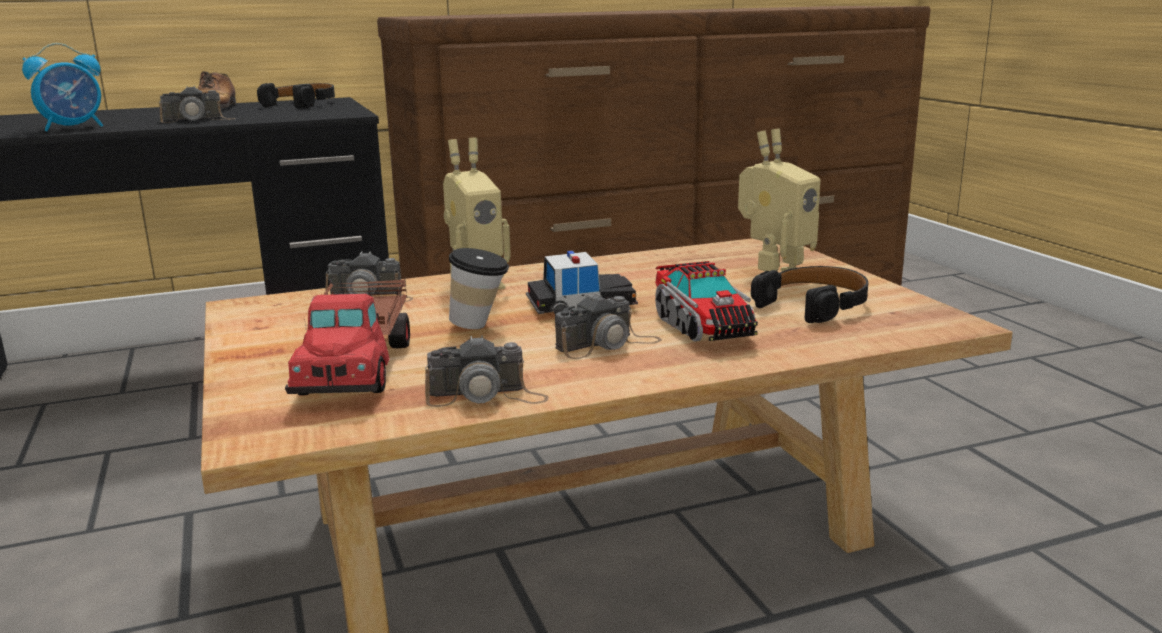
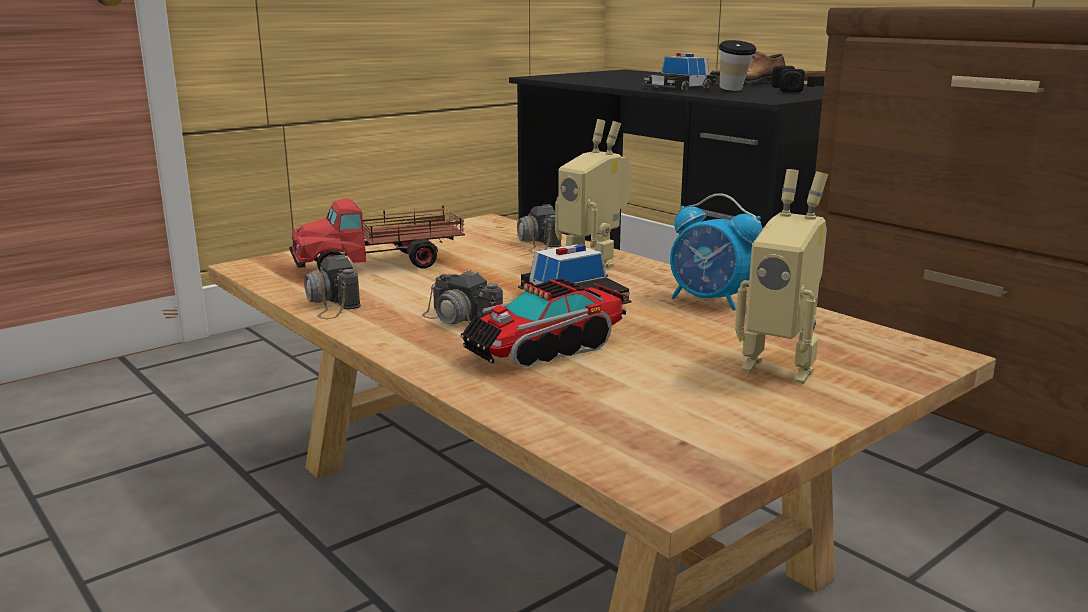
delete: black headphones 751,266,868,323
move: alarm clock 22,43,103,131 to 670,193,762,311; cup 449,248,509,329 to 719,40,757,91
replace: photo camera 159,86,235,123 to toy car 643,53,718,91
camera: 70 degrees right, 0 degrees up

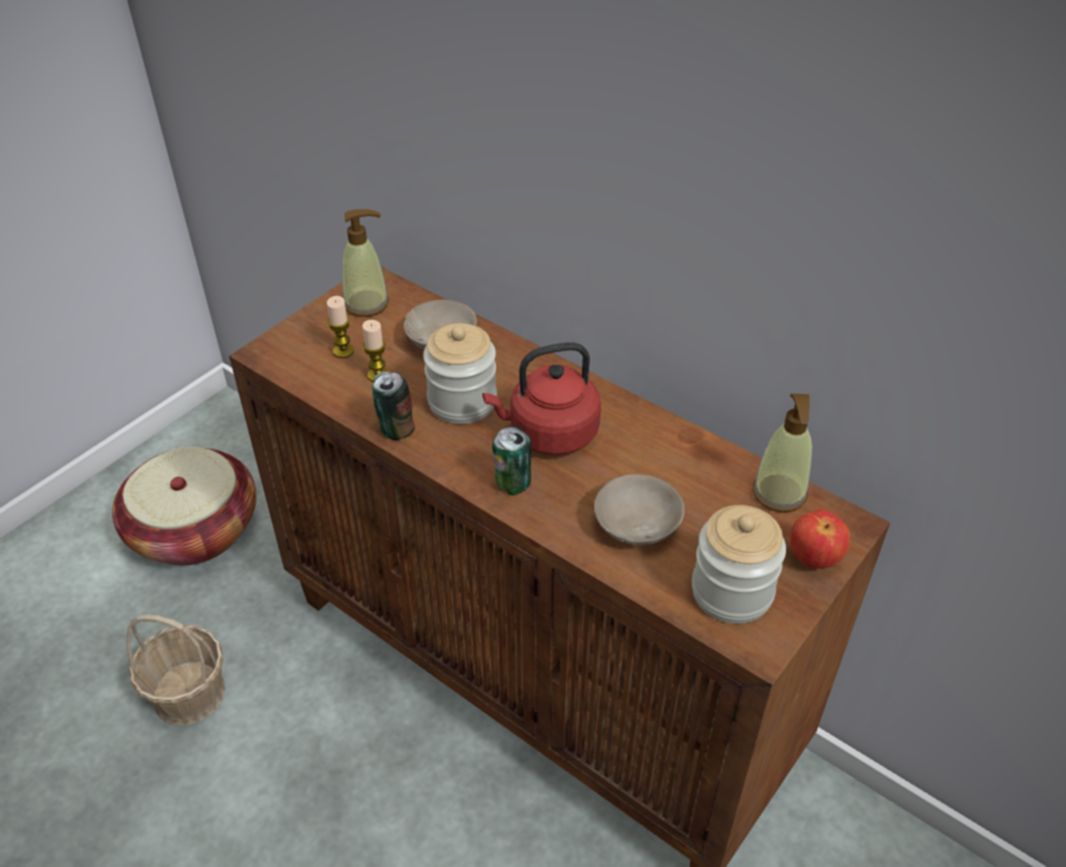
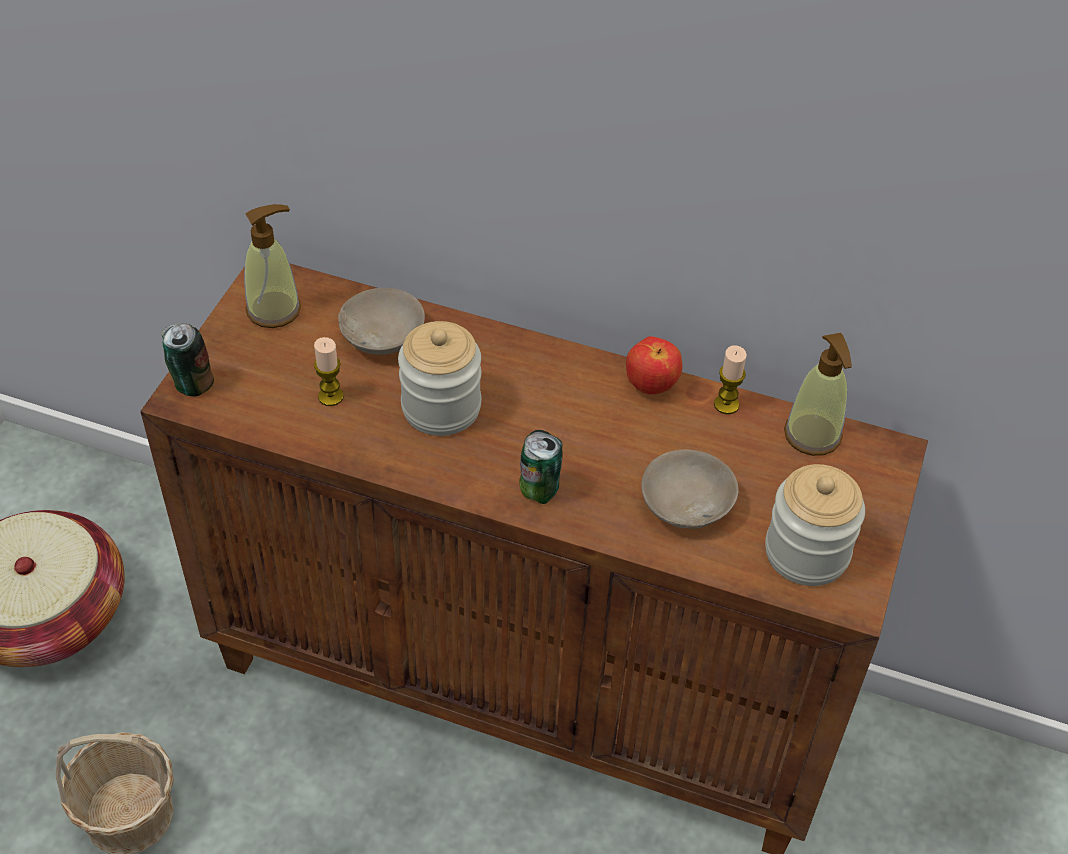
delete: red kettle 482,342,601,455
move: candle 327,296,354,358 to 714,345,747,414; can 372,371,415,440 to 162,323,214,397; apple 790,509,850,569 to 626,336,683,394
camera: 20 degrees left, 5 degrees up

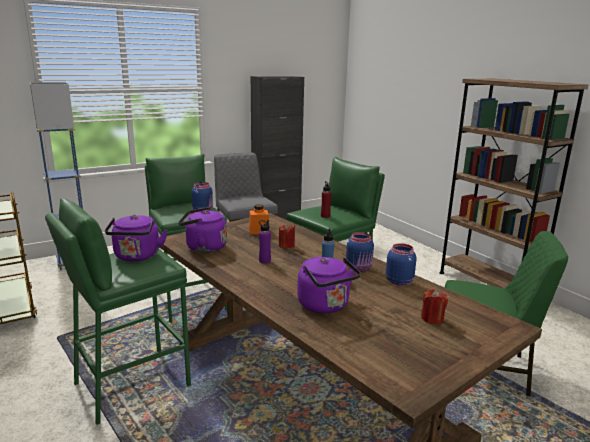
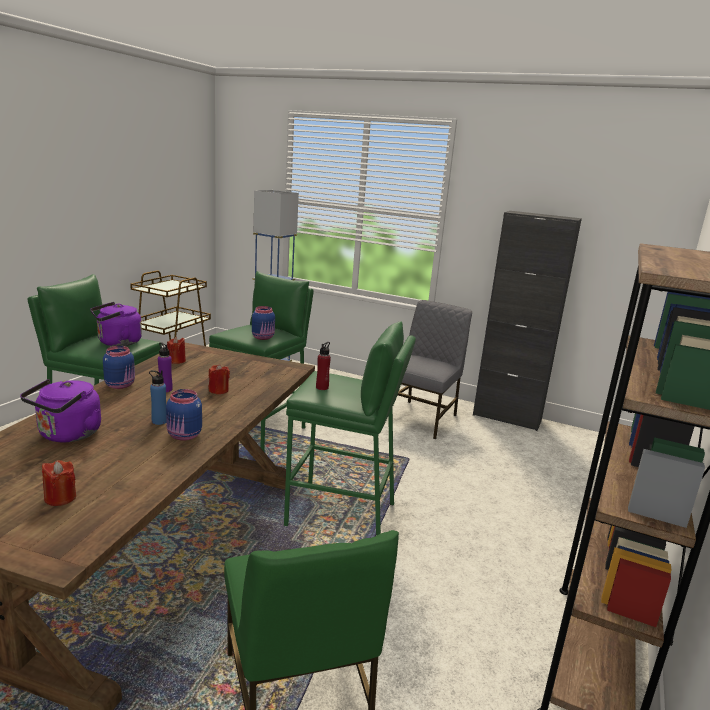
delete: orange jar 249,204,269,234
move: blue jar 386,243,417,286 to 103,346,135,389
replace: purple kettle 178,207,227,253 to red candle 167,337,186,364
camera: 55 degrees right, 0 degrees up

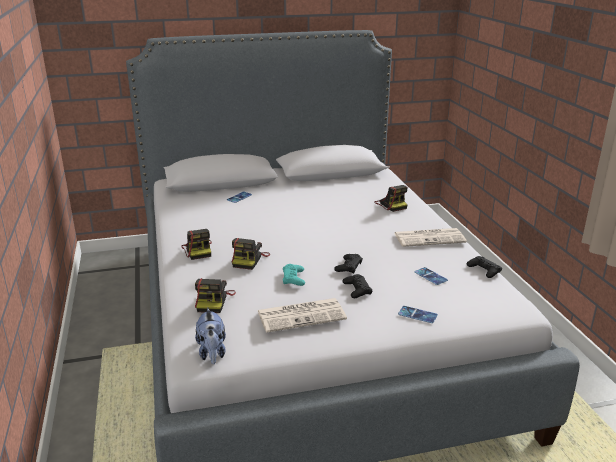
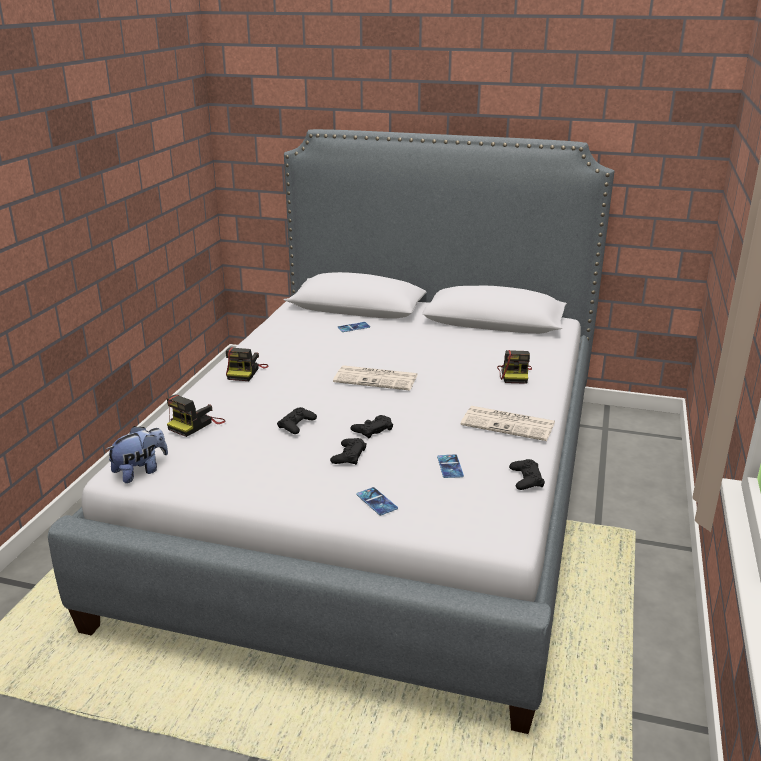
delete: photo camera 232,238,270,270
move: newspaper 258,298,347,333 to 333,365,417,391
recolor: turquoise game controller 283,264,305,286 to black game controller 277,407,317,434
rotate: plush toy 195,308,226,364 = 105,426,168,483 150 degrees counterclockwise
camera: 30 degrees right, 0 degrees up

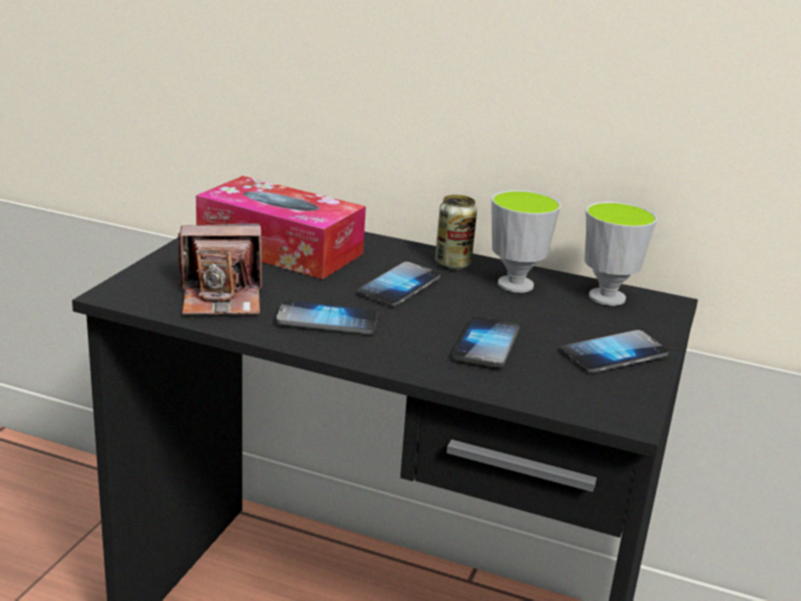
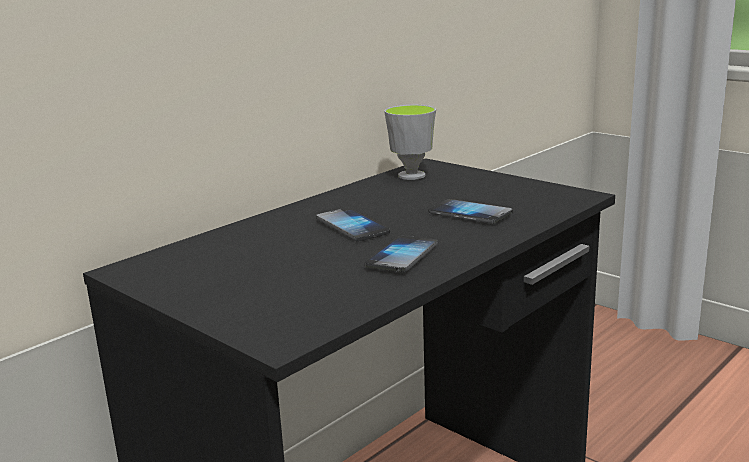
delete: photo camera 178,224,262,315; tissue box 196,176,366,279; can 435,195,477,270; cup 491,190,561,293; phone 560,330,669,374
camera: 65 degrees left, 5 degrees down

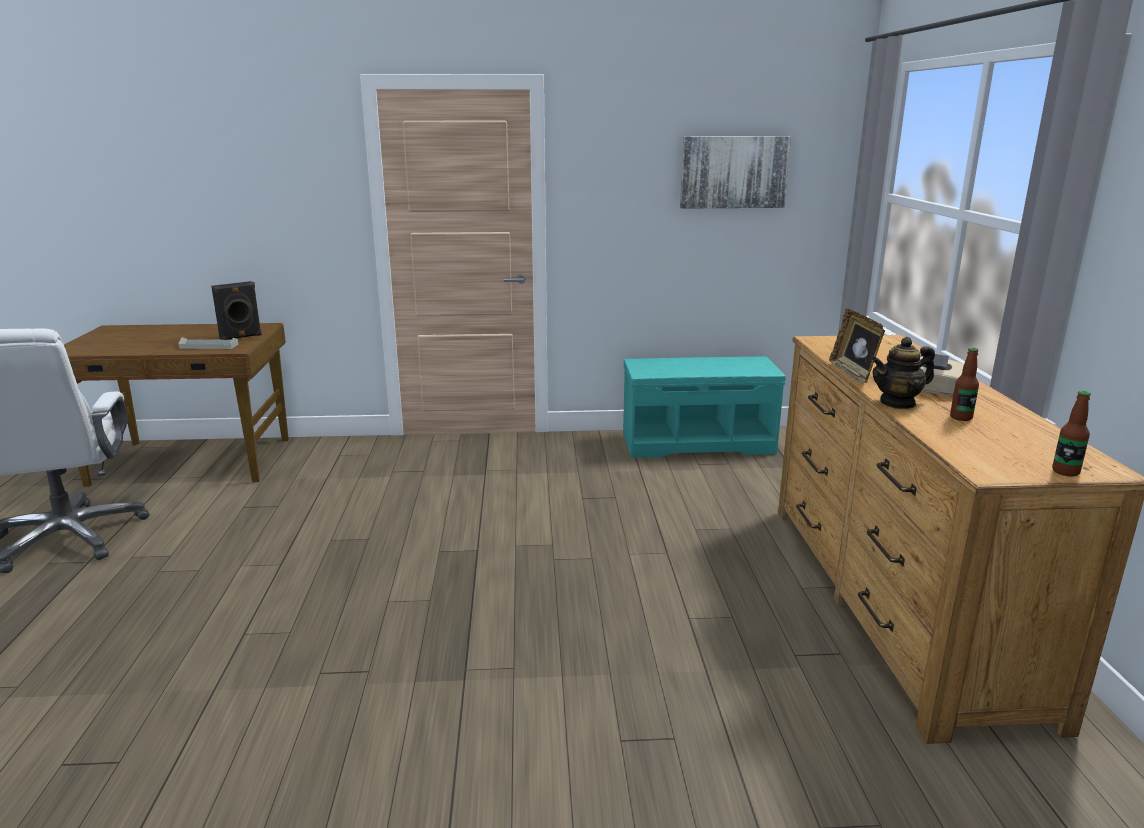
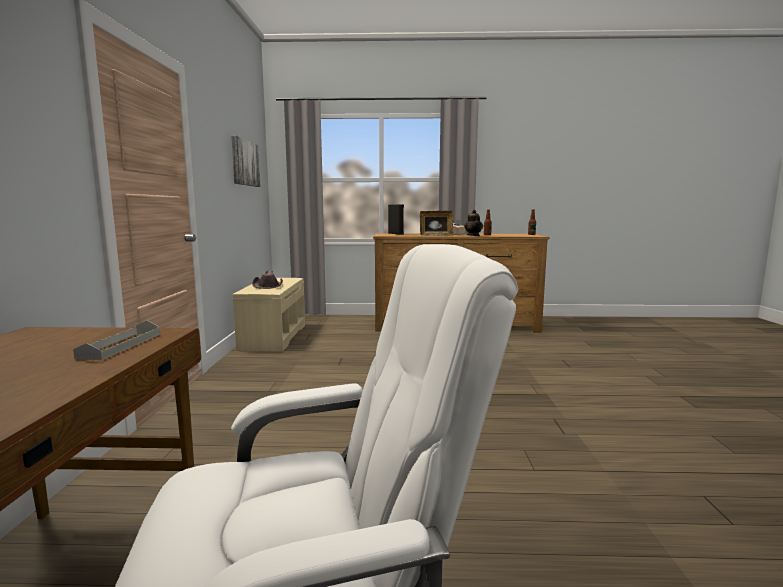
insert: brown hat 252,271,283,289
move: black speaker 211,281,262,340 to 388,204,404,235
recolor: turquoise bench 623,357,786,458 to beige bench 233,278,305,352
camera: 85 degrees left, 10 degrees down

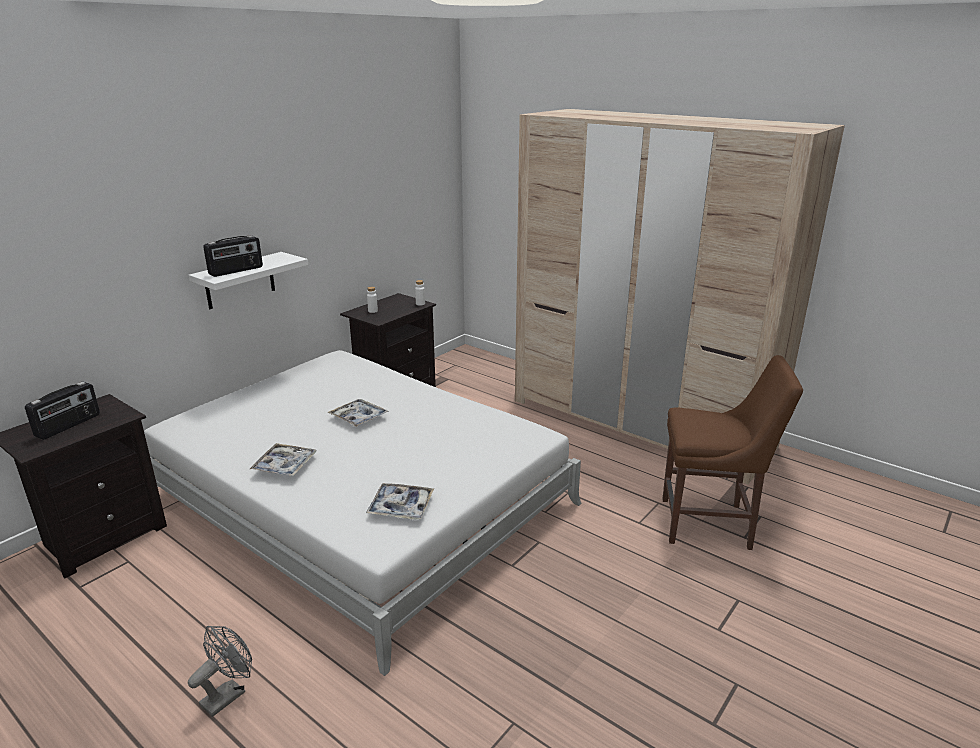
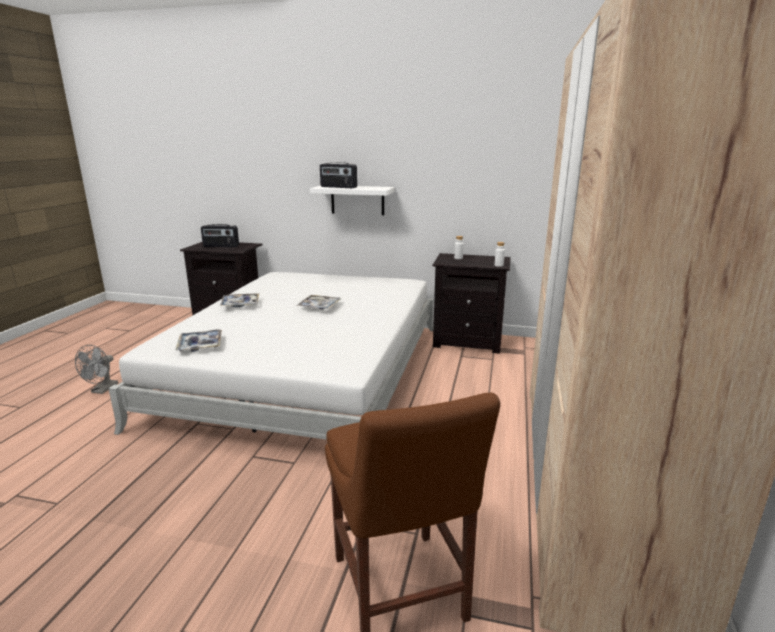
rotate: grey fan 188,626,252,717 = 75,345,118,394 90 degrees clockwise
camera: 65 degrees right, 5 degrees down

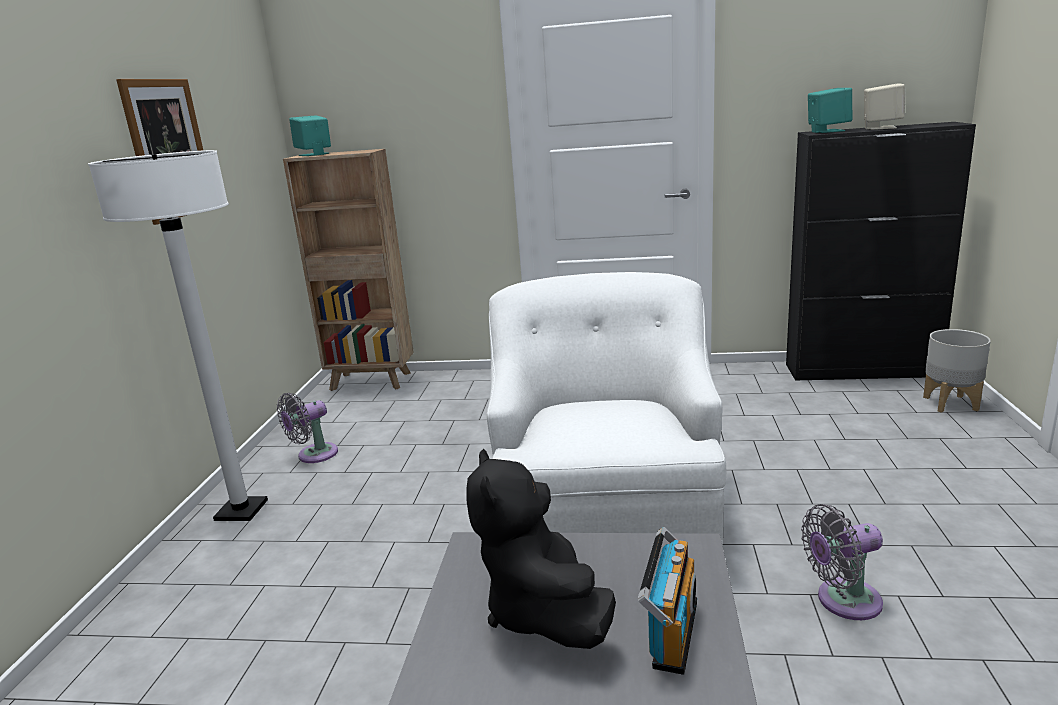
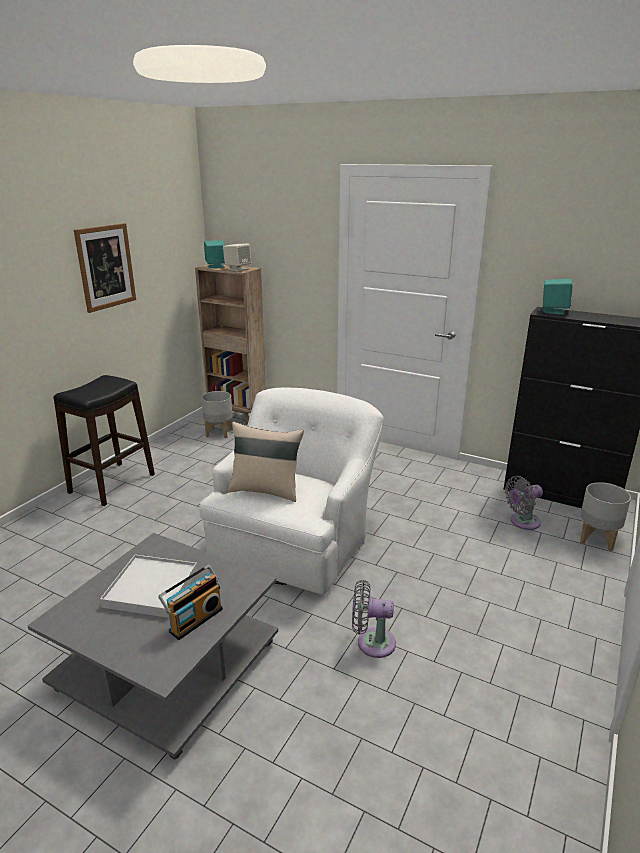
insert: grey planter 201,391,233,438; beige pillow 228,422,304,502
move: grey fan 277,393,338,463 to 505,476,543,530; beige speaker 864,83,905,130 to 223,244,252,271
replace: white floor lamp 88,150,268,521 to black stool 53,375,155,506; black plush toy 466,449,616,649 to white tray 100,555,198,618
camera: 20 degrees right, 5 degrees up

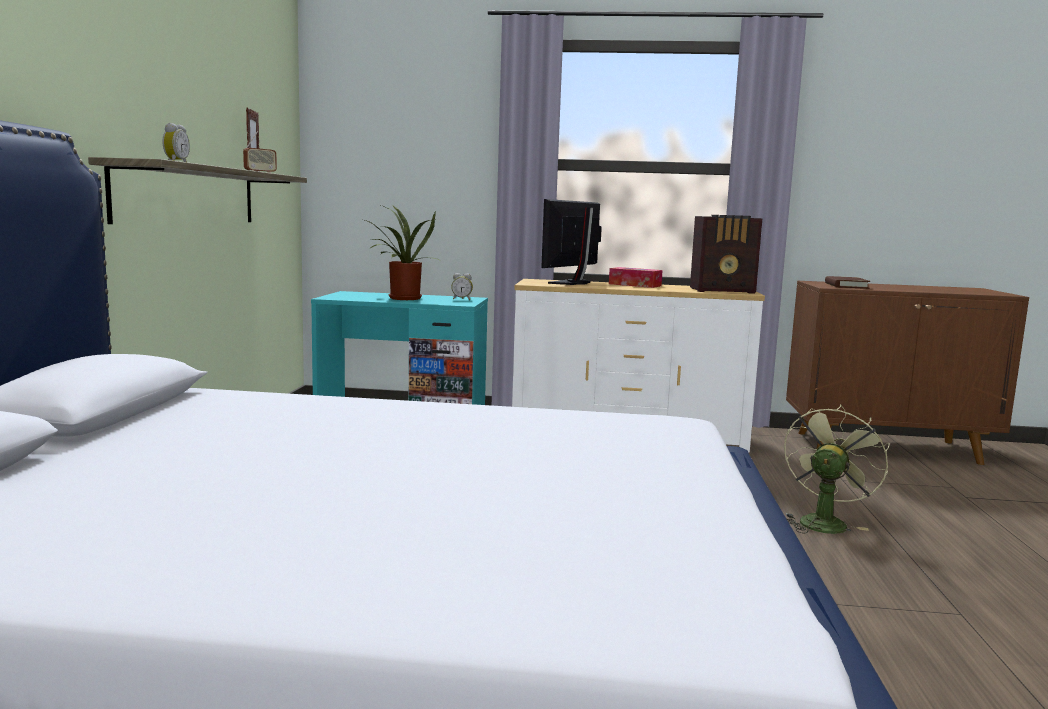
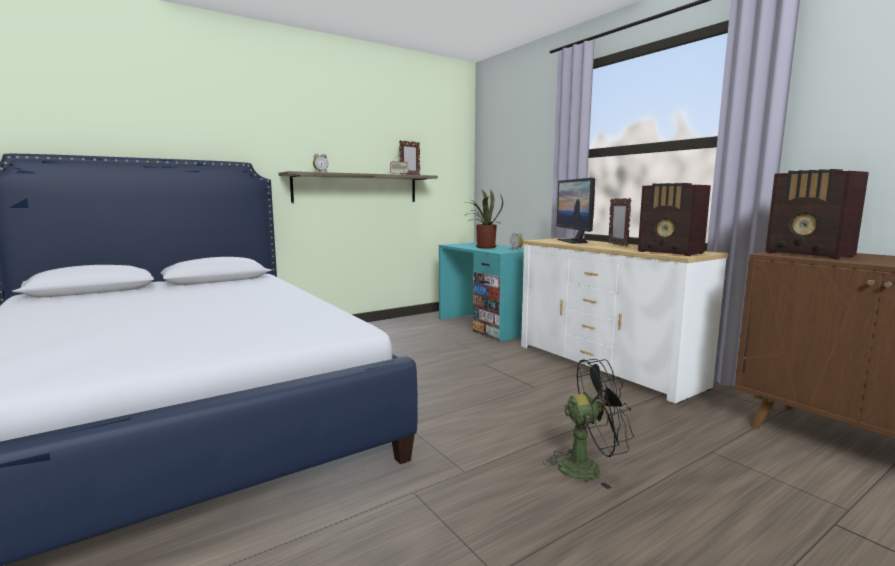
replace: tissue box 609,267,663,288 to picture frame 608,198,631,247; brown book 825,276,870,289 to radio 766,169,869,259
recolor: green fan 784,404,890,534 to black fan 543,359,634,489
rotate: monitor 541,199,602,285 = 556,178,595,244 90 degrees counterclockwise
camera: 50 degrees right, 0 degrees up

